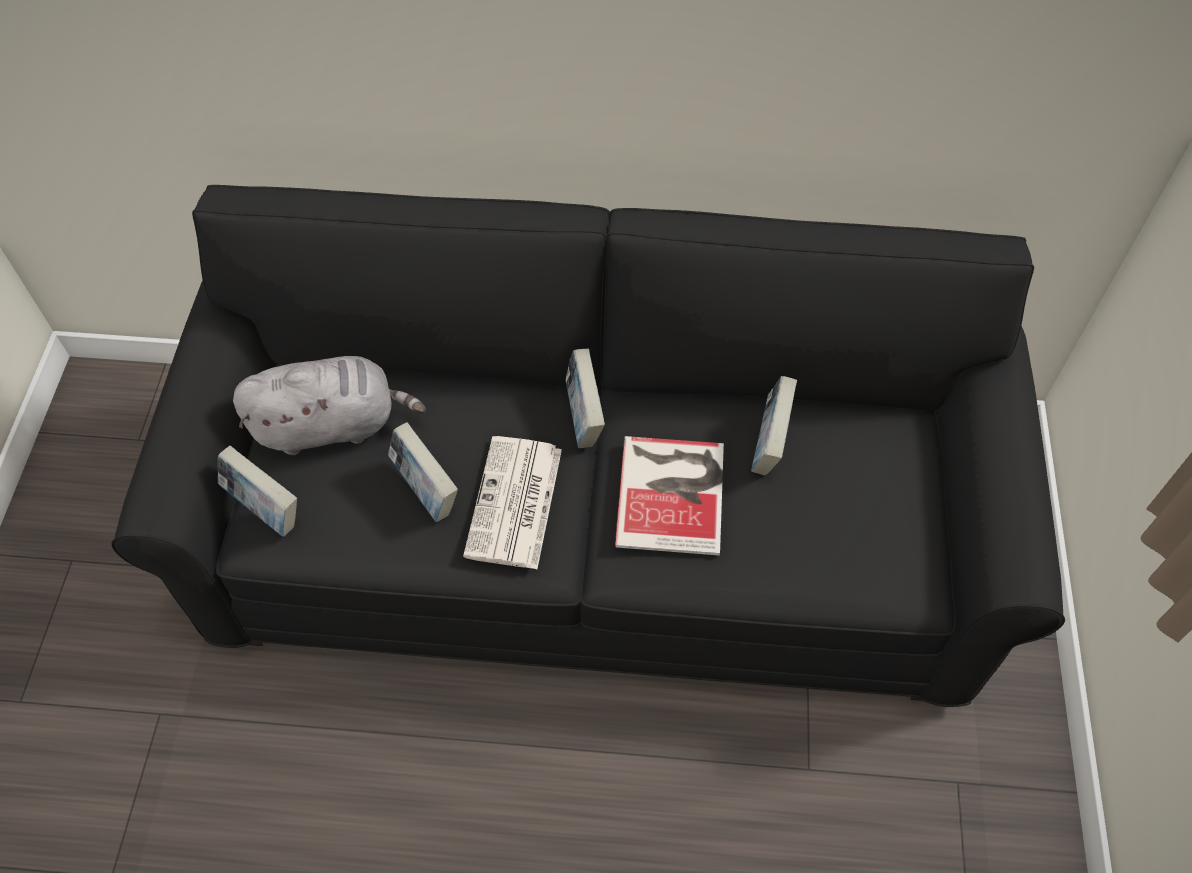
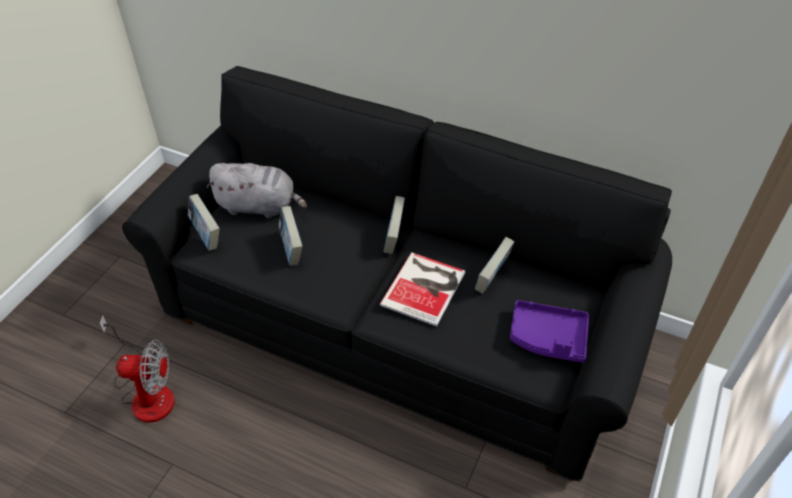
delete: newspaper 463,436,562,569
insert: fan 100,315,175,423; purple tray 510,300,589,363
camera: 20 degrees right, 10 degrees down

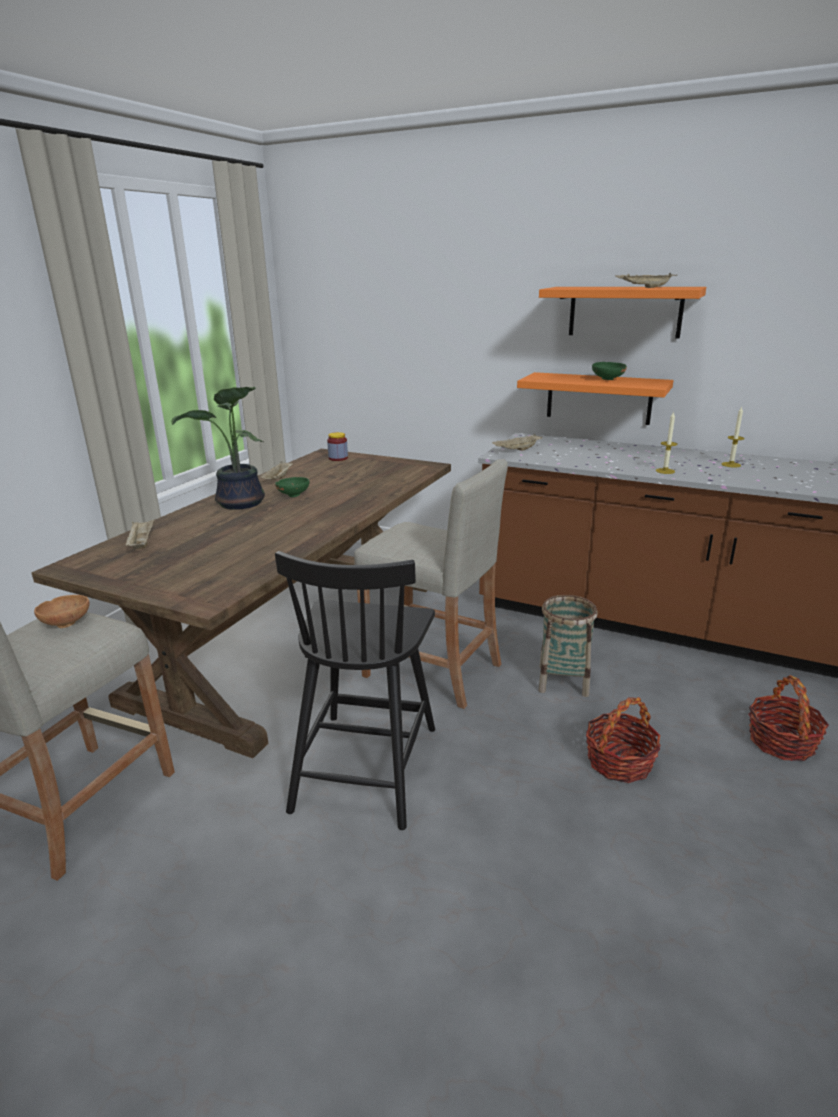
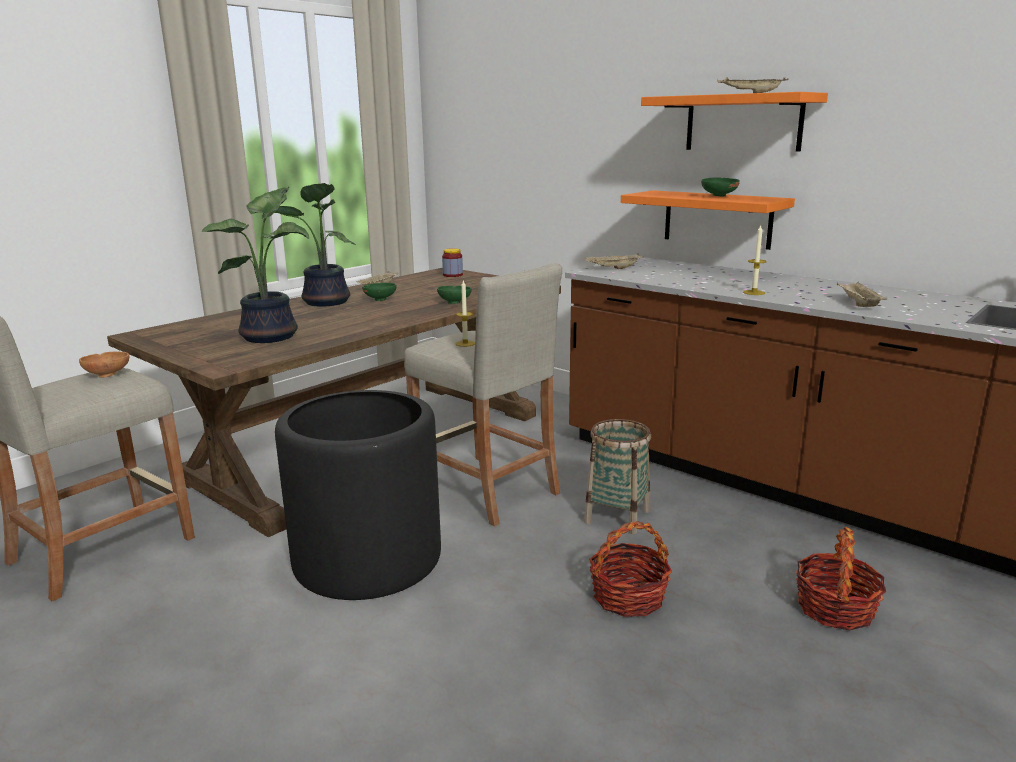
insert: potted plant 201,187,309,343; green bowl 437,286,472,304
move: beige tray 125,520,154,549 to 837,282,888,307; candle 722,406,745,468 to 456,280,475,347
replace: black chair 275,551,435,830 to black planter 275,390,441,600
camera: 15 degrees right, 5 degrees down

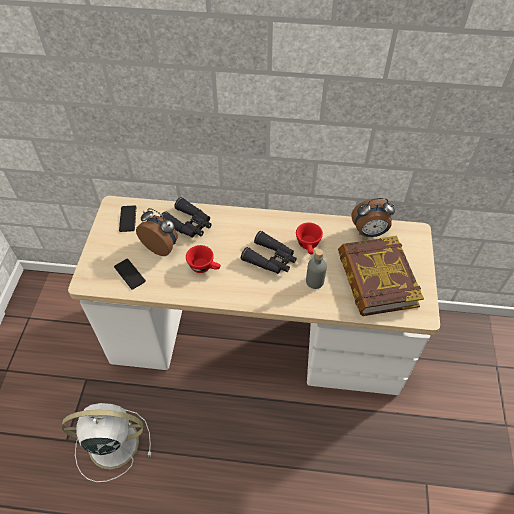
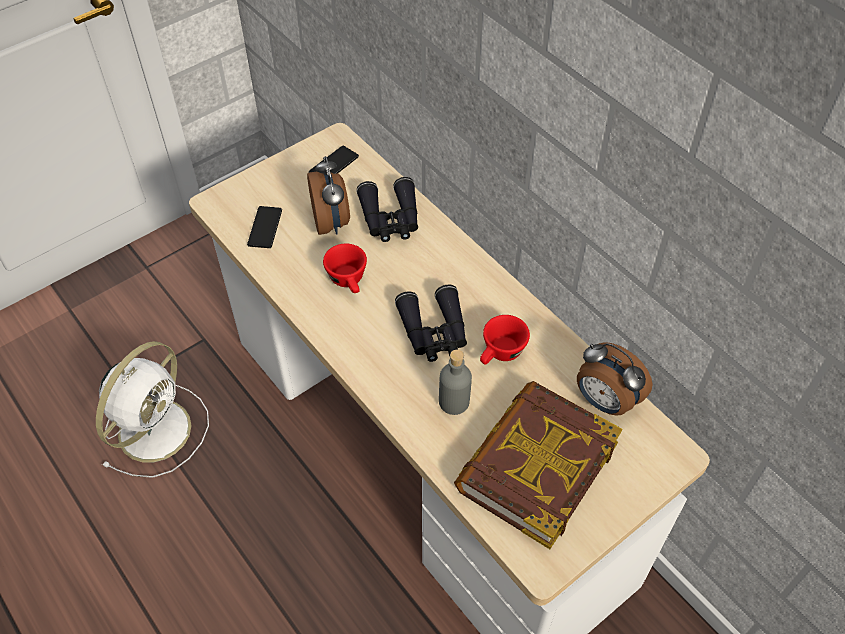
rotate: white fan 61,403,151,482 = 96,341,209,478 75 degrees clockwise
camera: 45 degrees right, 0 degrees up

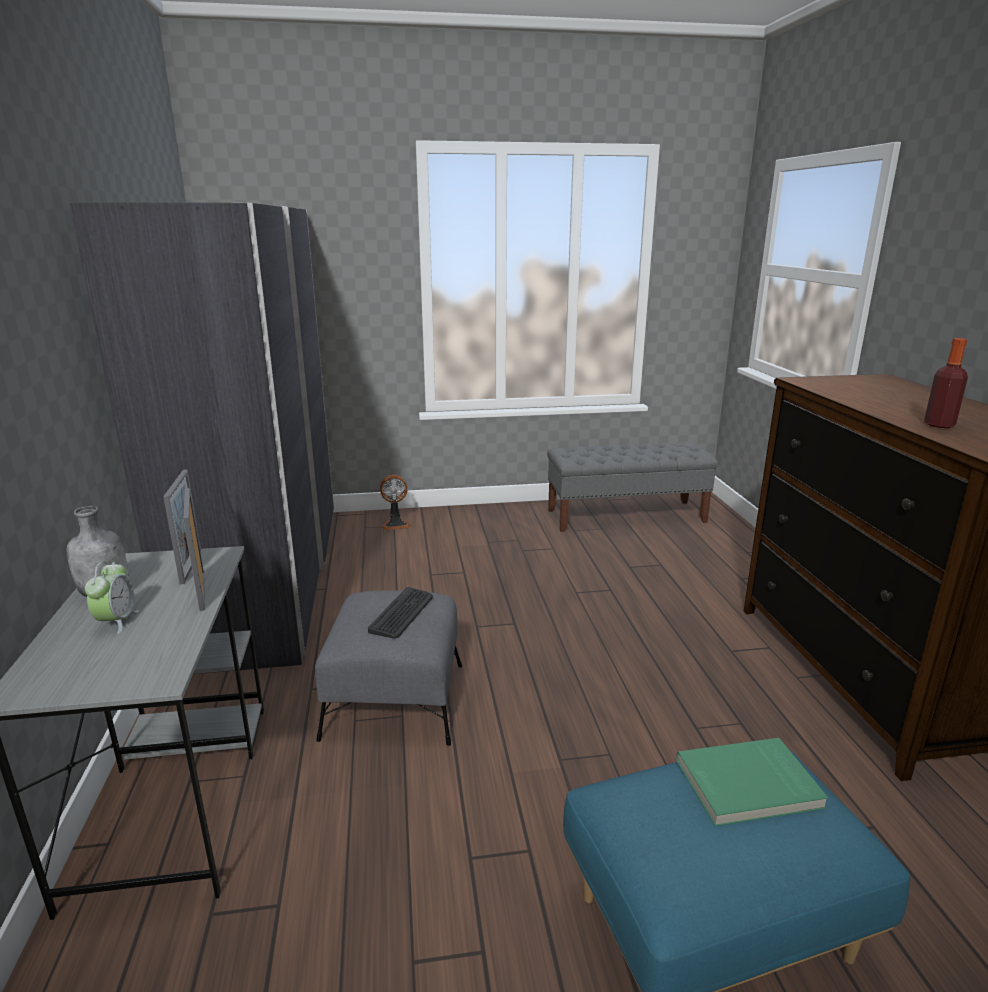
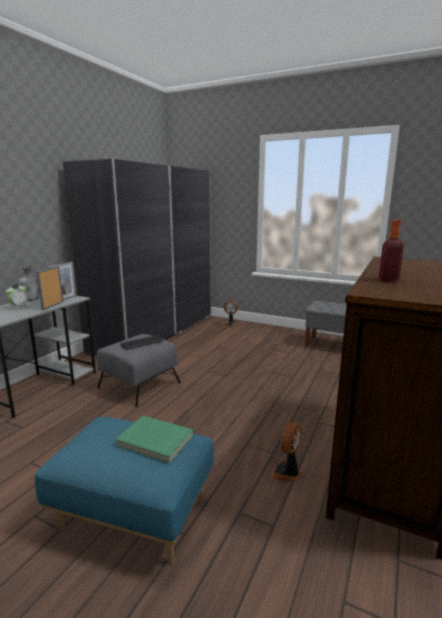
insert: fan 270,422,302,481
camera: 35 degrees right, 5 degrees down

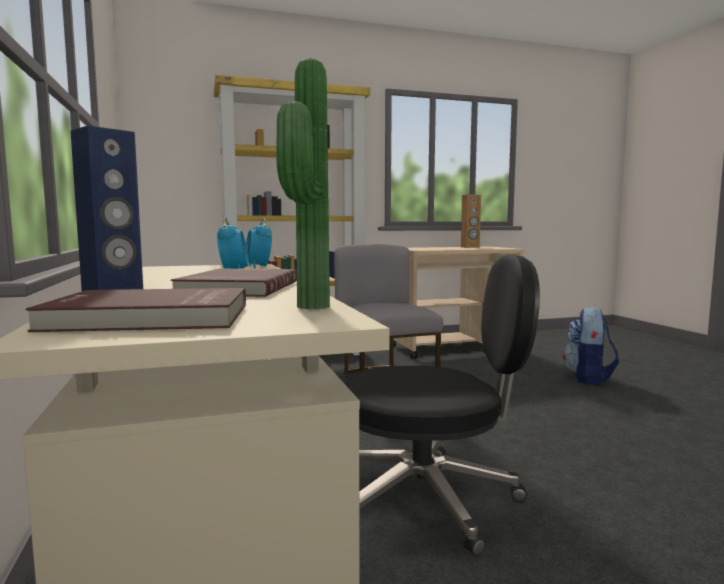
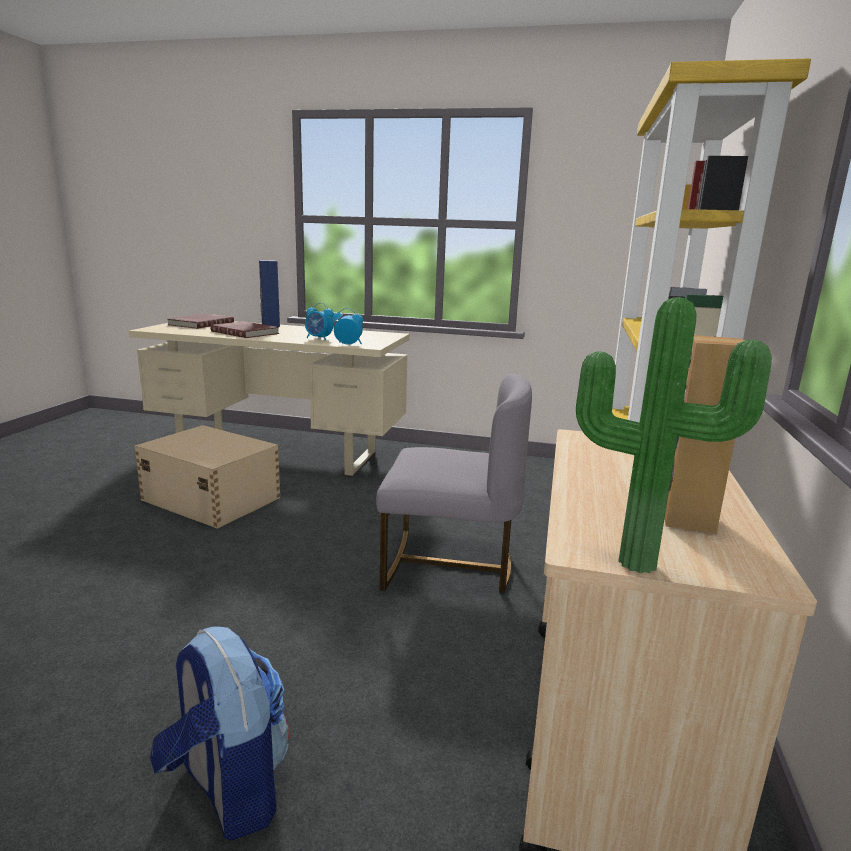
move: potted plant 277,58,330,309 to 576,297,772,573
replace: black office chair 346,254,540,556 to beige storage box 135,425,280,529
camera: 120 degrees right, 10 degrees up

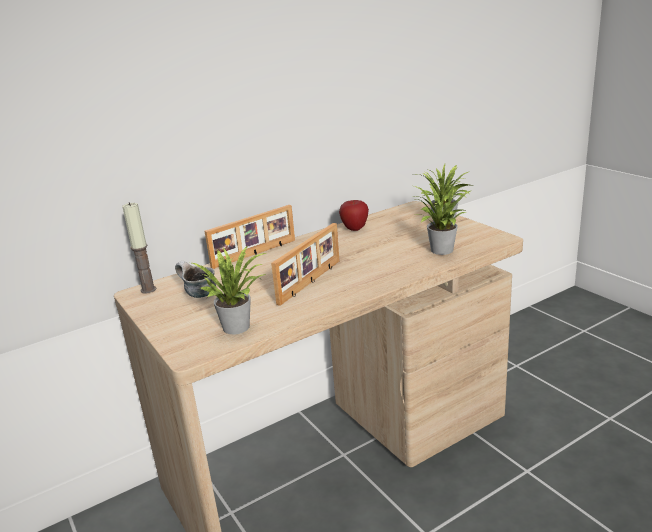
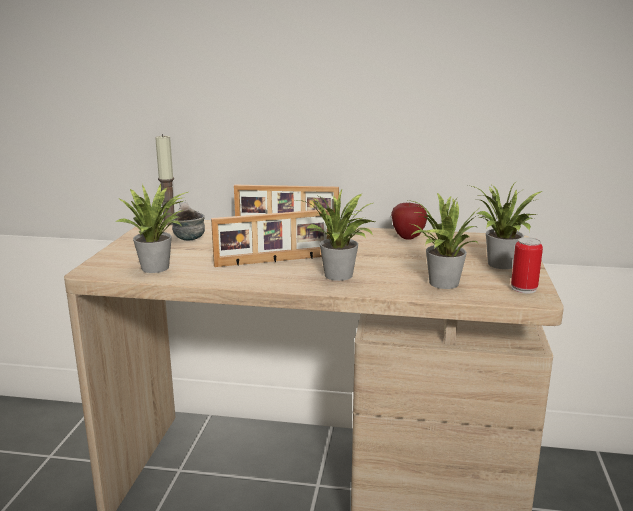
insert: potted plant 298,188,375,281; can 511,237,543,293
camera: 40 degrees right, 5 degrees down

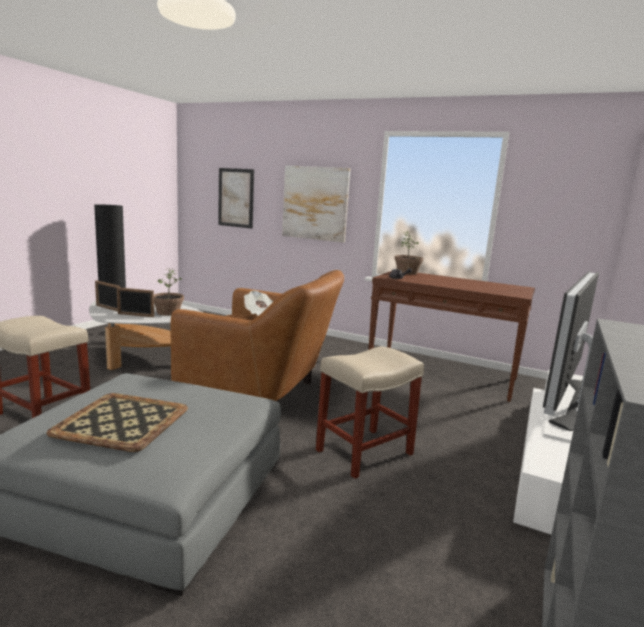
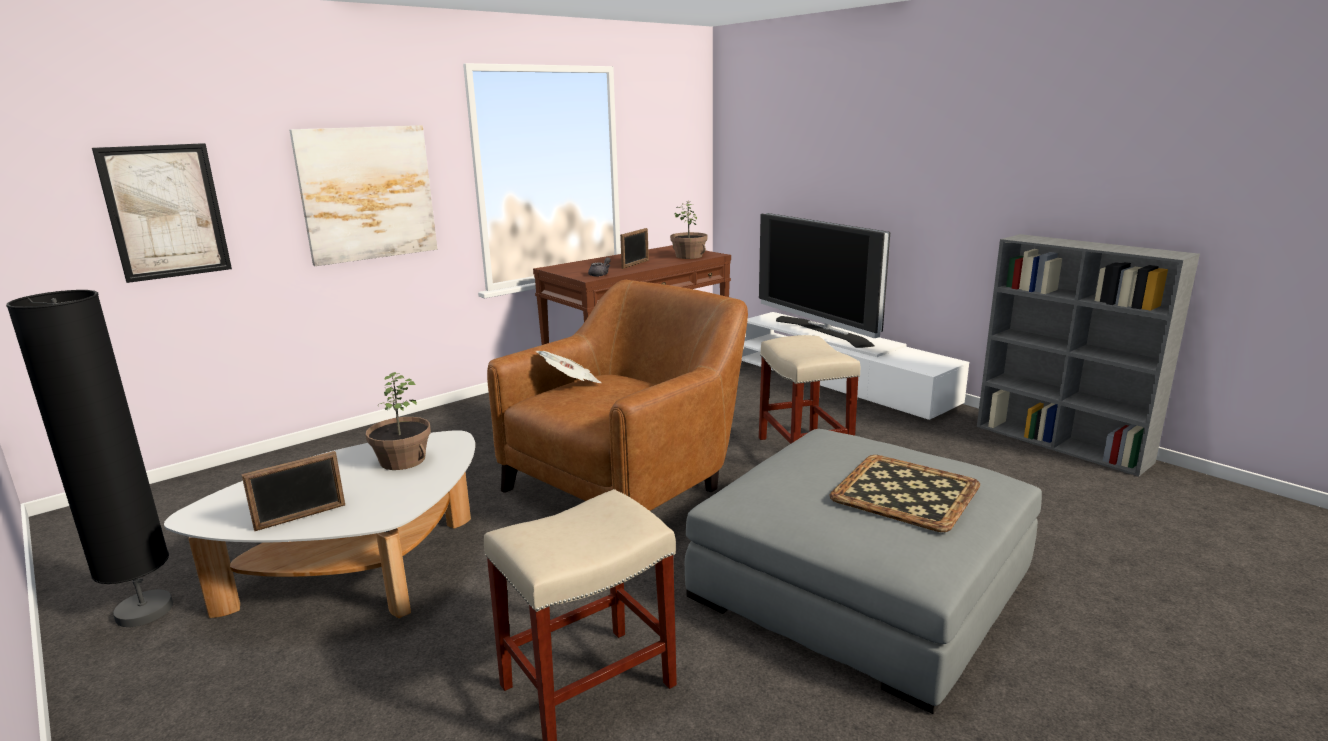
move: picture frame 117,287,154,317 to 620,228,649,269; potted plant 394,231,423,275 to 670,202,708,259
camera: 65 degrees left, 5 degrees up

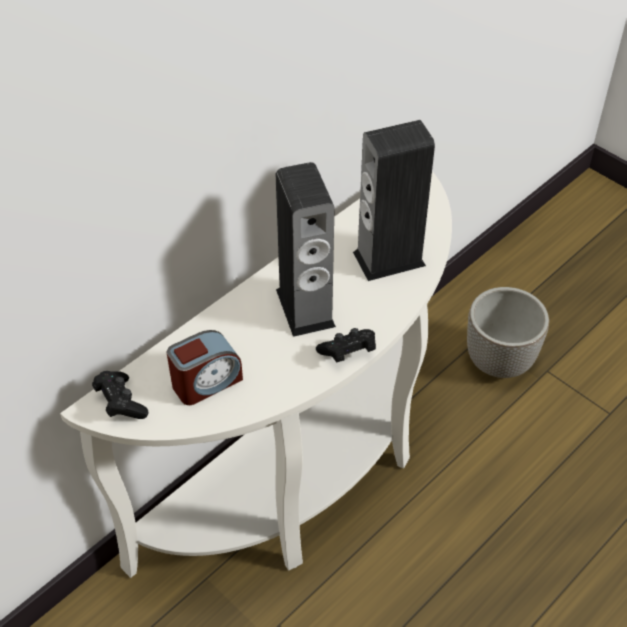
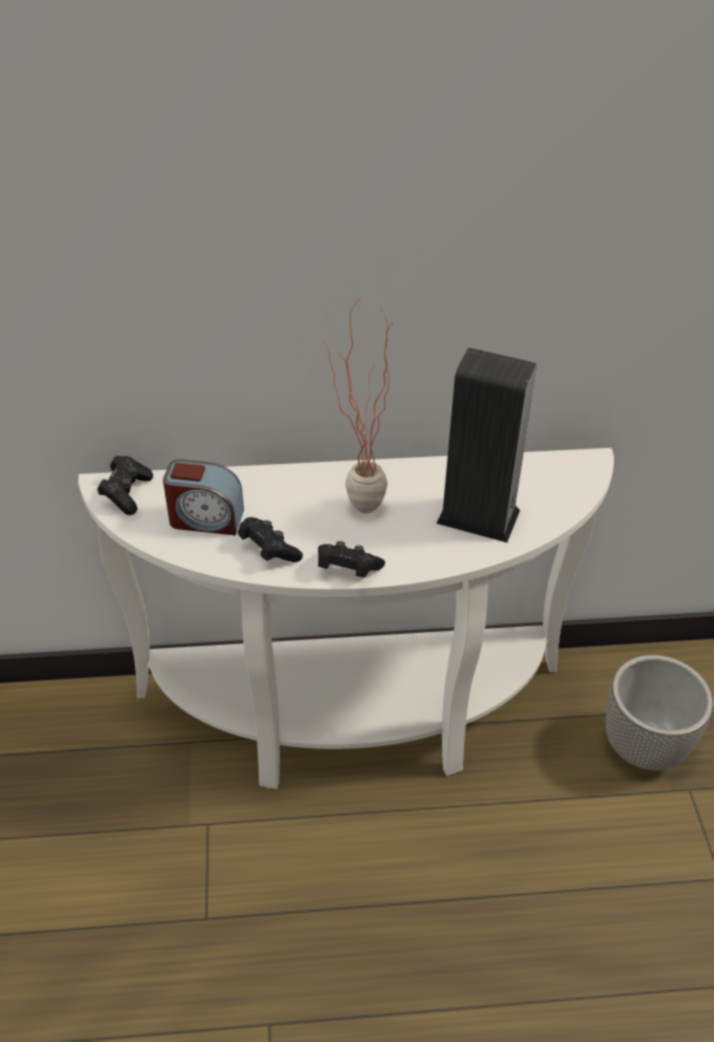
insert: black game controller 238,517,303,562
replace: speaker 276,162,336,337 to potted plant 323,296,393,514
camera: 40 degrees right, 5 degrees down

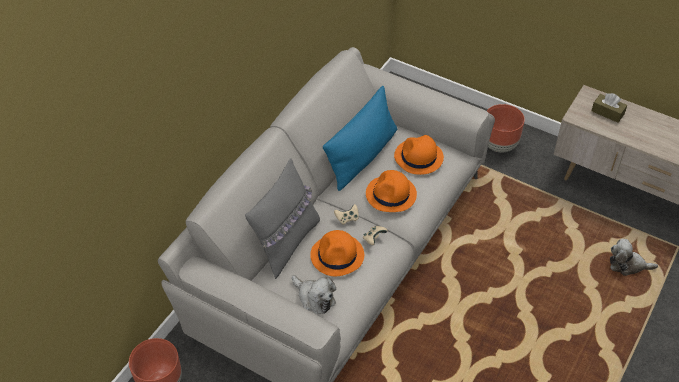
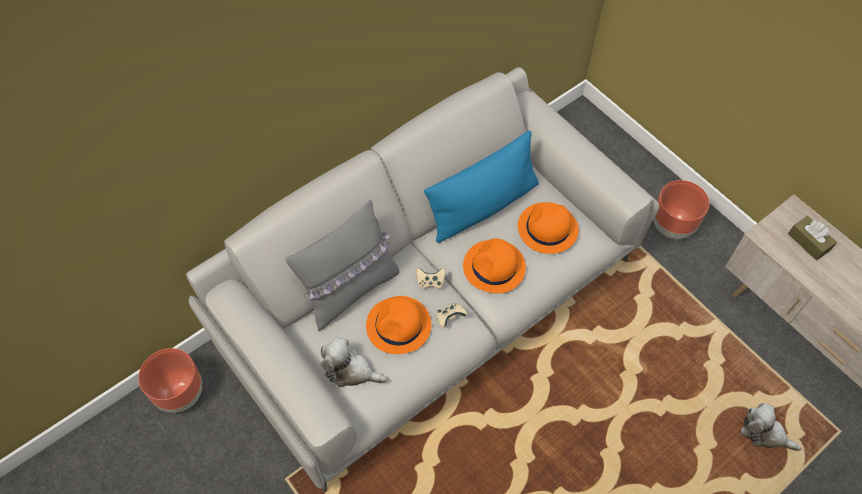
rotate: plush toy 292,275,336,314 = 321,337,387,387 135 degrees clockwise
camera: 20 degrees right, 10 degrees up

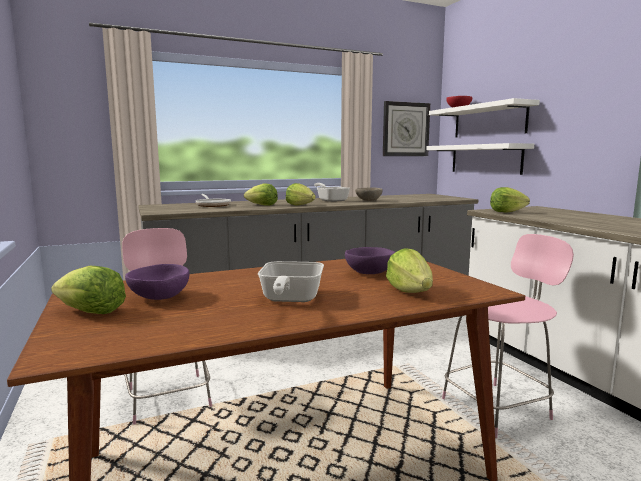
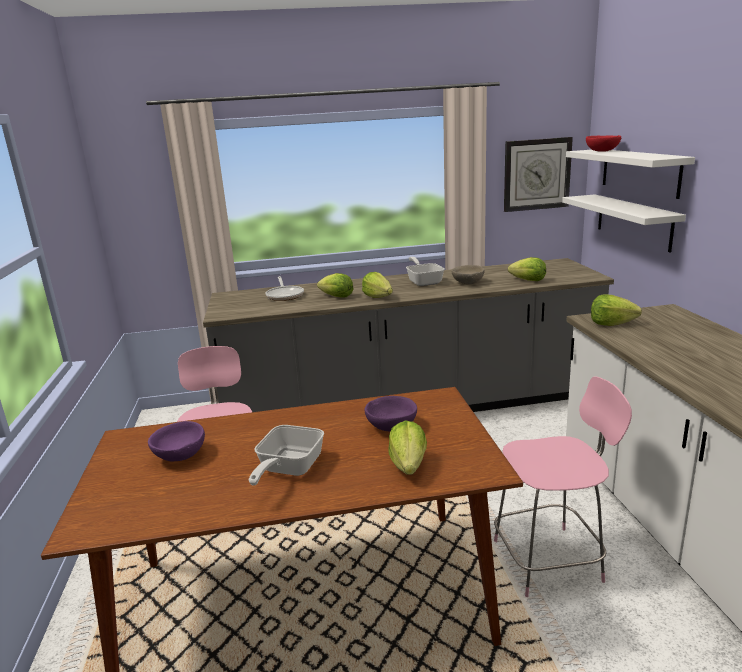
move: lettuce 51,266,126,314 to 508,257,546,281
camera: 15 degrees right, 10 degrees up

